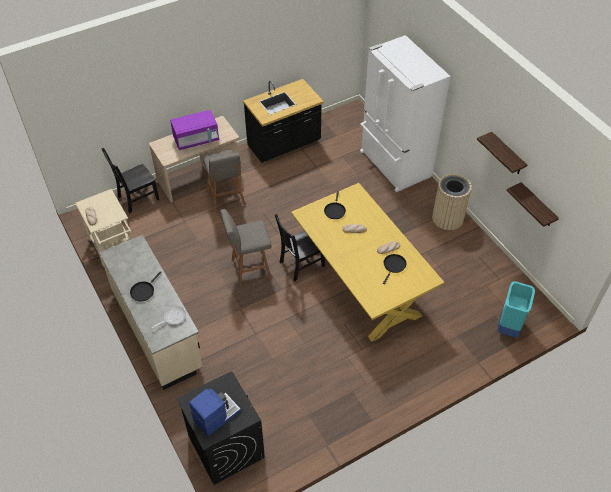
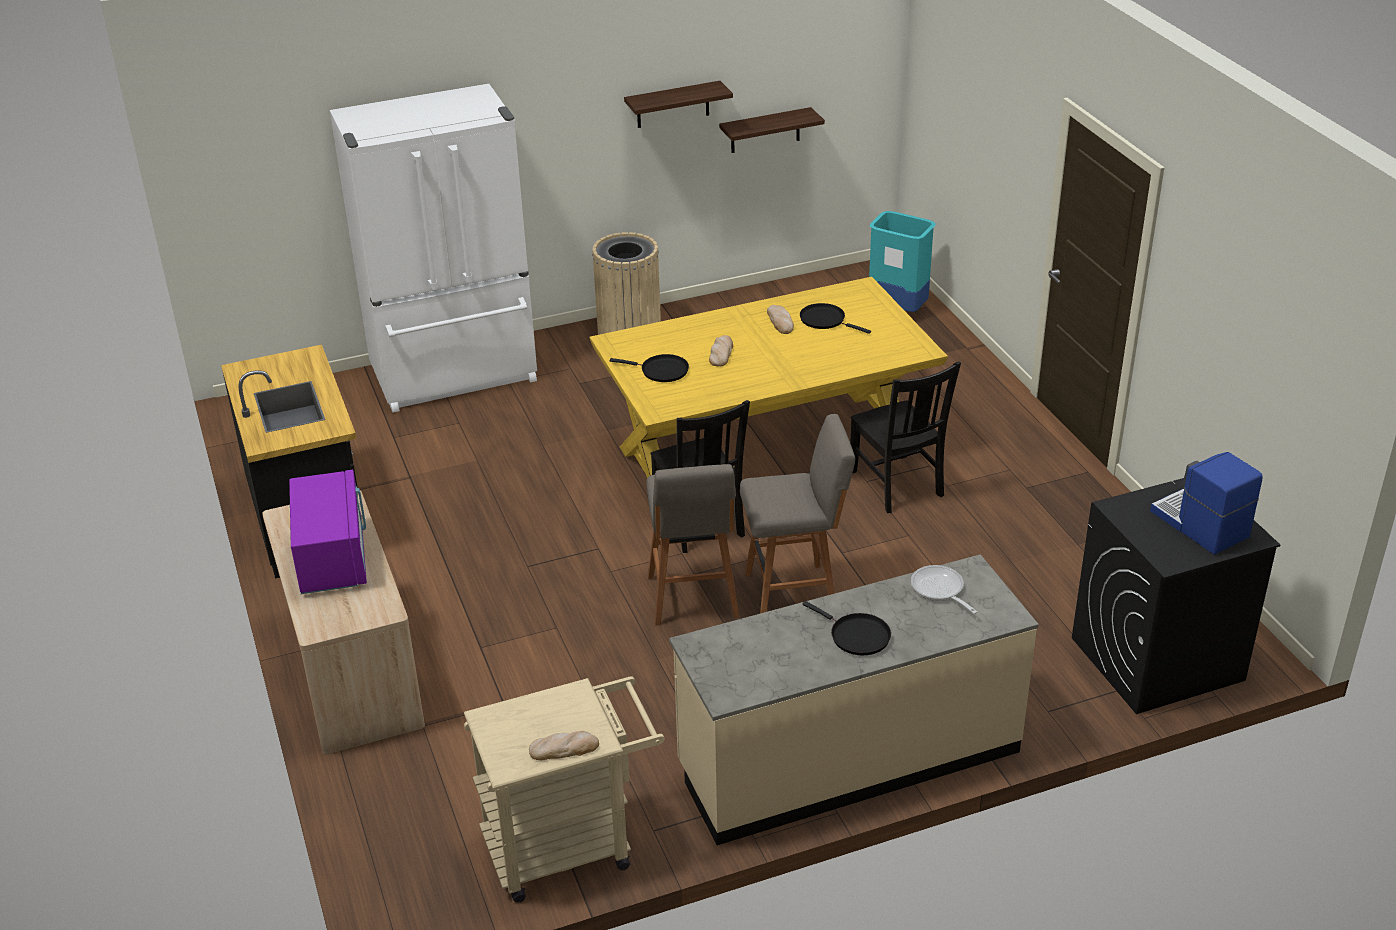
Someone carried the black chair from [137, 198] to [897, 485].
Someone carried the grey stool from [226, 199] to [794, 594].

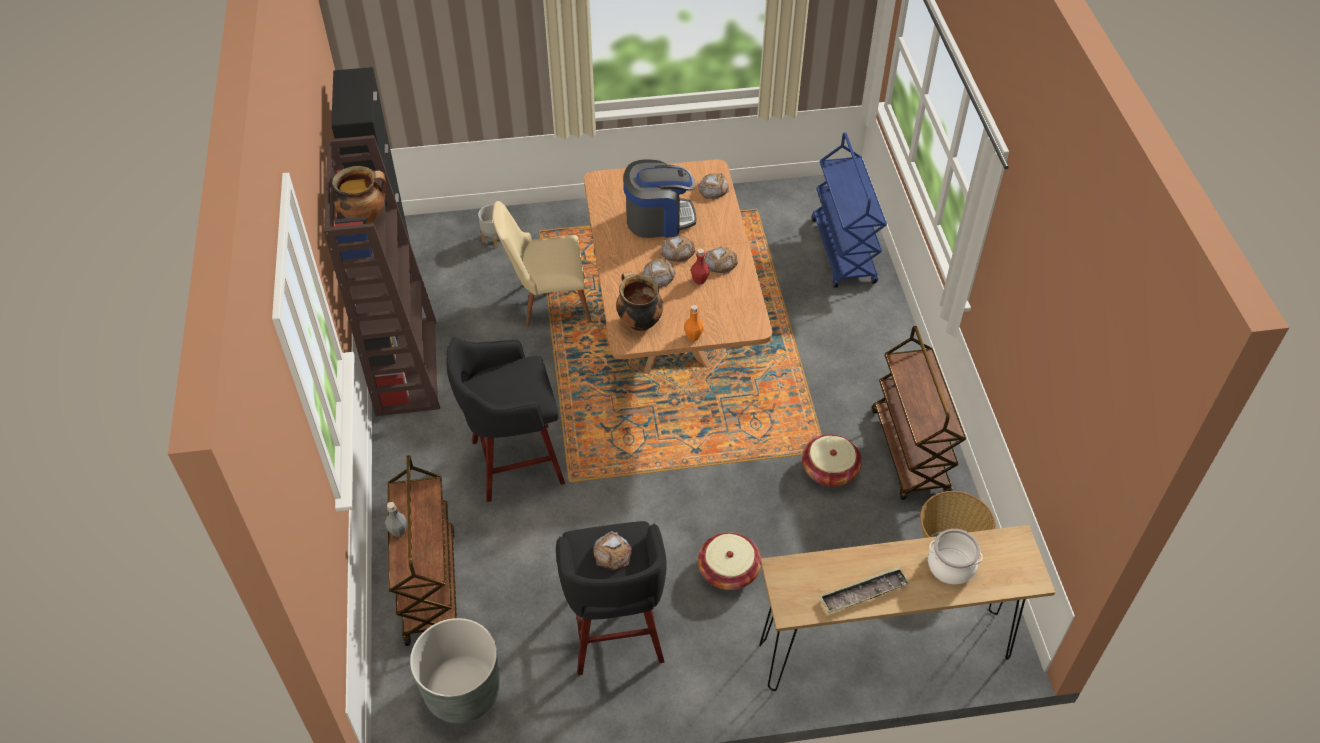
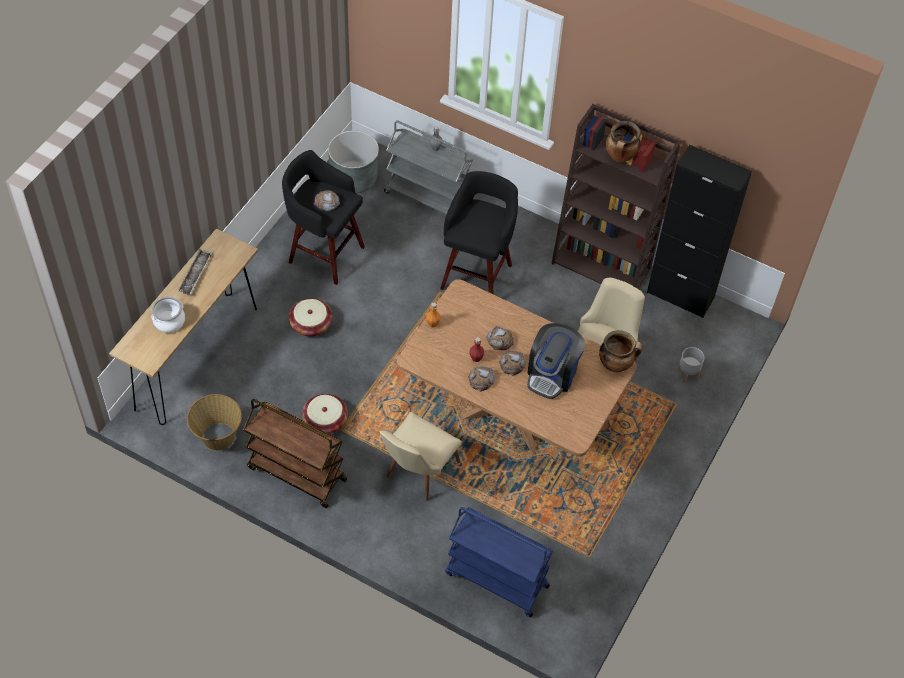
Someone repainted the brown cart at [429, 586], which became the grey cart at [428, 197].
Someone carried the cooking pot from [639, 322] to [616, 364].
Someone took away the bread at [713, 189].
Someone put down the beige chair at [417, 473].

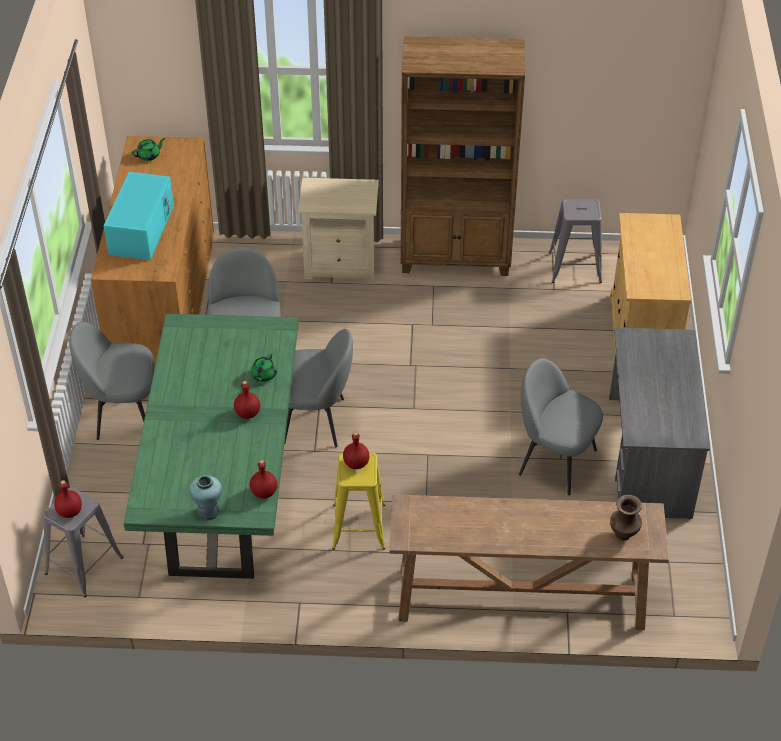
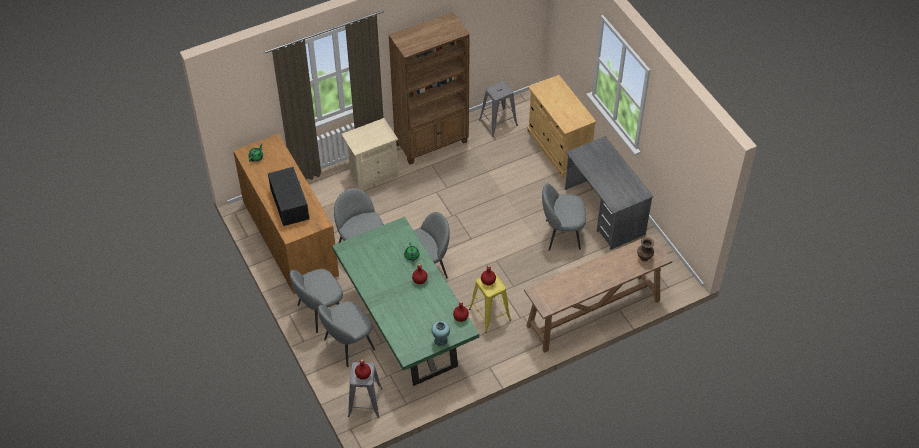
Someone repainted the turquoise microwave at [141, 229], which became the black microwave at [289, 203].
Someone put down the grey chair at [348, 345].

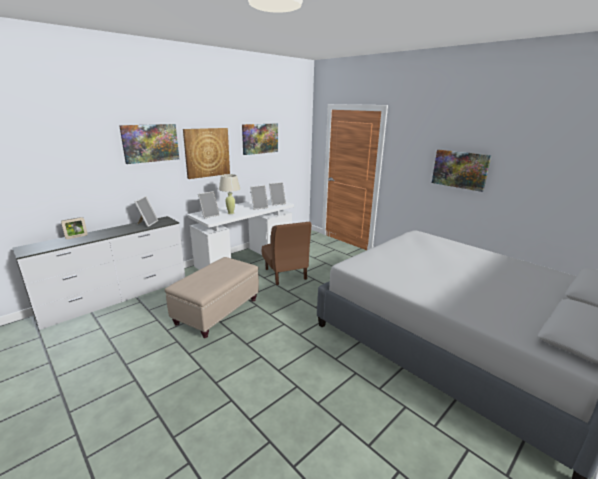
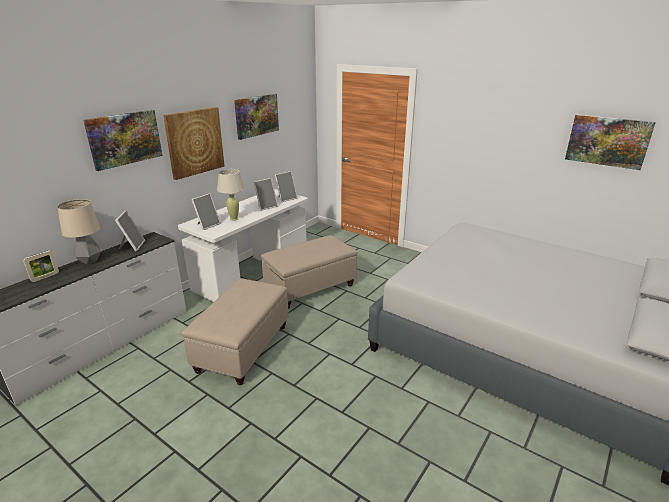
Someone swapped the brown chair at [285, 274] for the beige ottoman at [310, 288].
Someone carried the picture from [460, 169] to [607, 141].
Someone put down the table lamp at [89, 261].

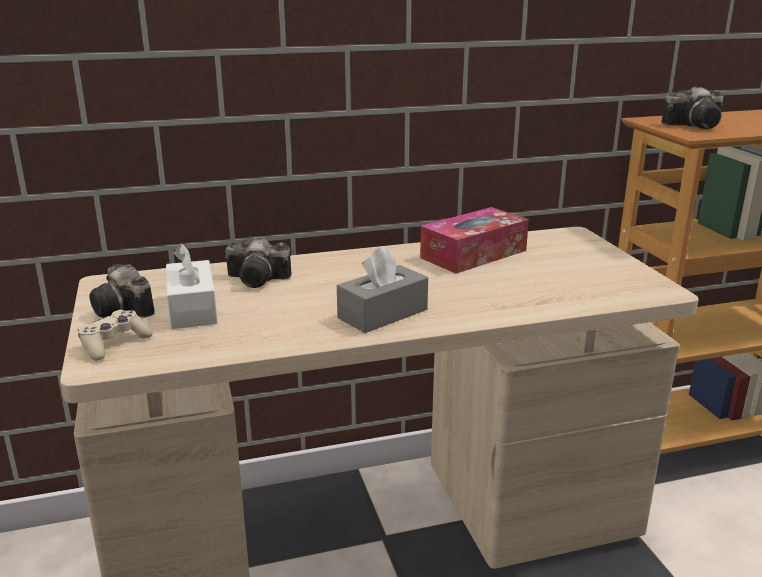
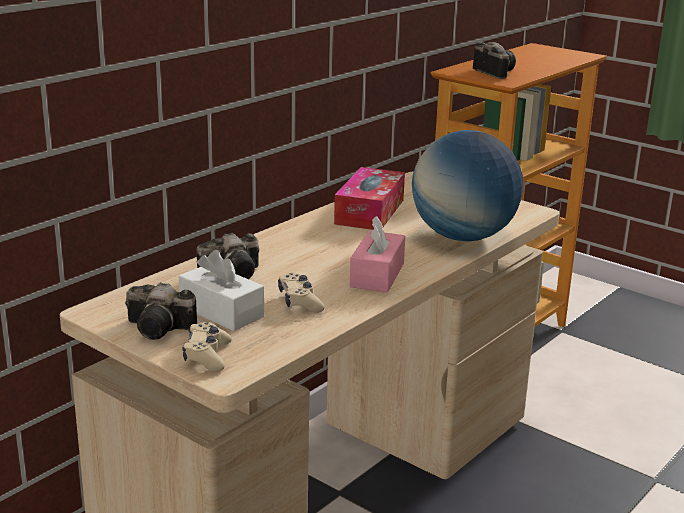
Someone repainted the grey tissue box at [383, 314], which became the pink tissue box at [377, 275].
Someone rotated the photo camera at [697, 125] by 75 degrees counterclockwise.
Someone put down the beige game controller at [300, 301].
Someone put down the globe at [463, 237].

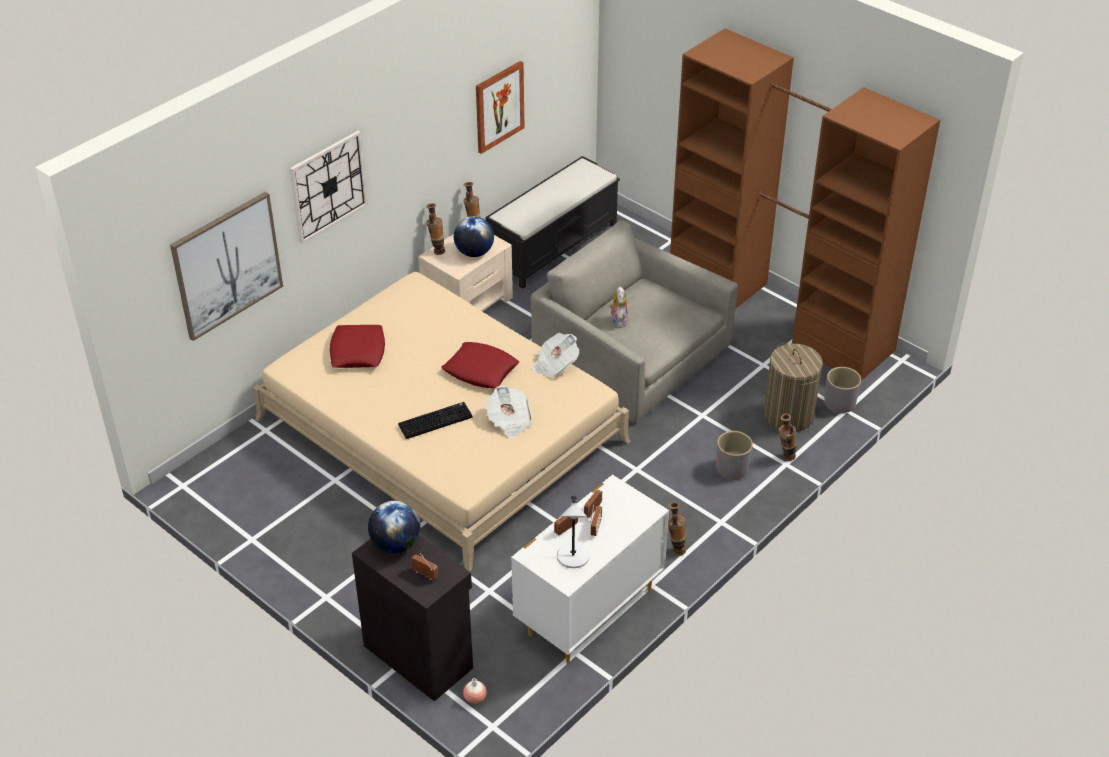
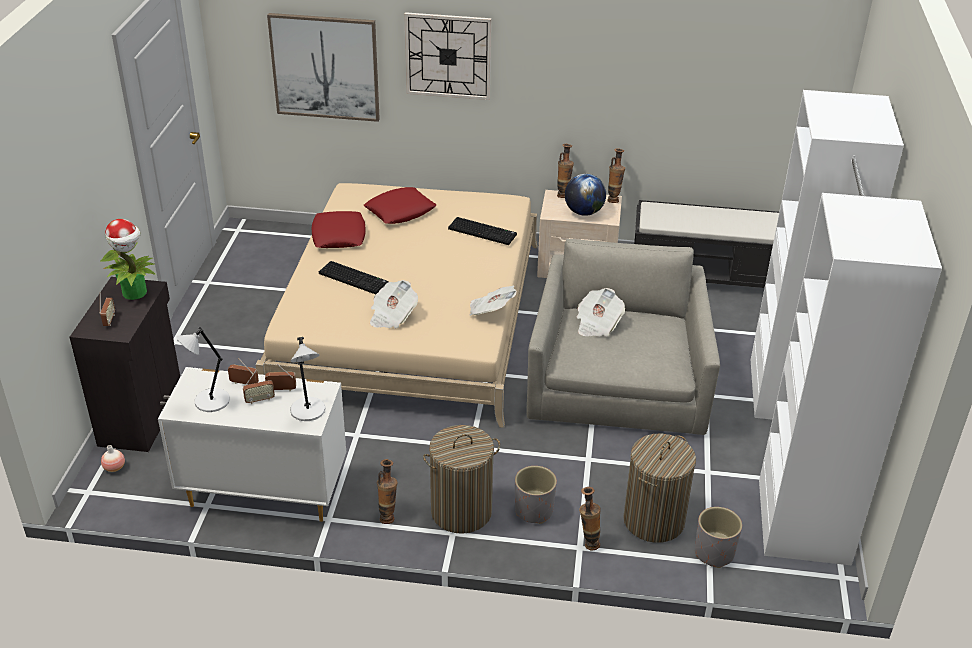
Someone swapped the globe at [396, 544] for the potted plant at [135, 293].
Someone carried the red pillow from [480, 370] to [338, 235].
Someone took away the picture at [499, 106].
Someone swapped the plush toy at [618, 320] for the newspaper at [597, 324].
Someone repainted the brown wardrobe at [779, 315], which became the white wardrobe at [796, 453].
Someone put down the grey table lamp at [308, 411].
Someone put down the laundry basket at [461, 512].
Someone put down the keyboard at [483, 231].

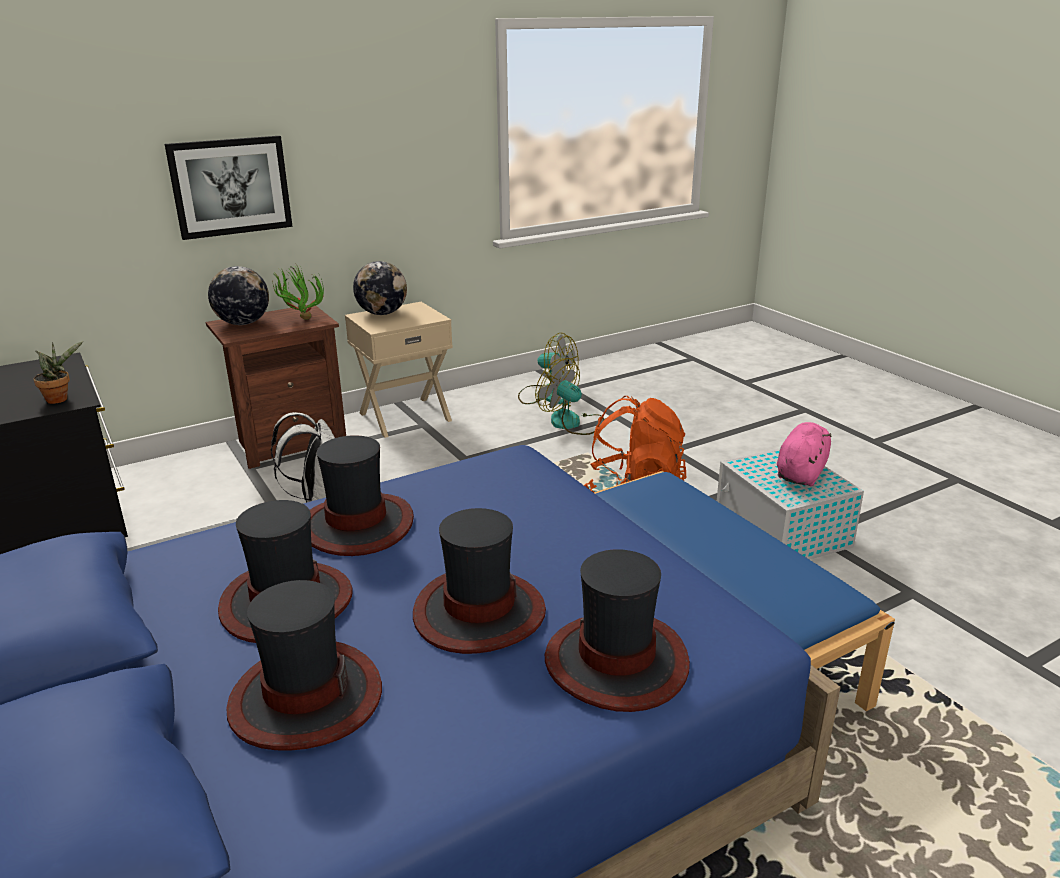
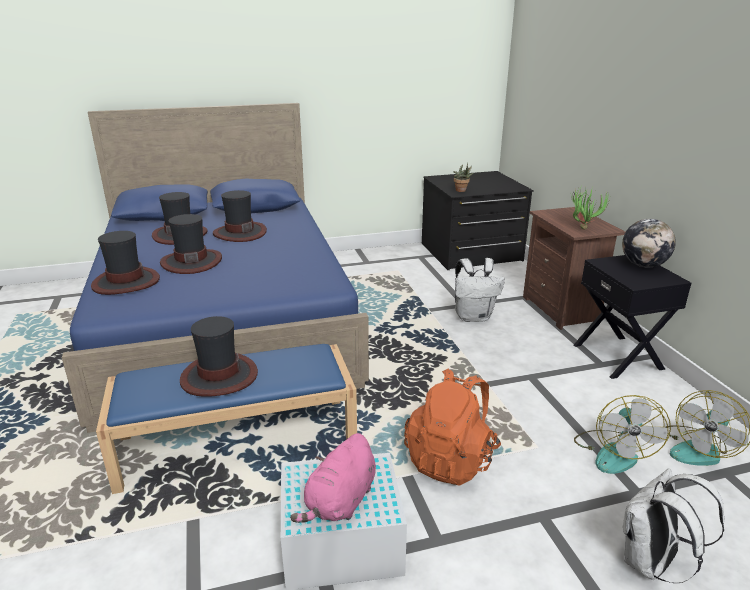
Someone took away the picture at [230, 186].
Someone took away the globe at [243, 323].
Someone carried the hat from [357, 525] to [219, 376].
Someone repainted the beige nightstand at [404, 416], which became the black nightstand at [618, 356].
Someone rotated the fan at [572, 423] by 135 degrees clockwise.
Someone rotated the pink plush toy at [801, 473] by 75 degrees clockwise.
Someone put down the white backpack at [651, 563].

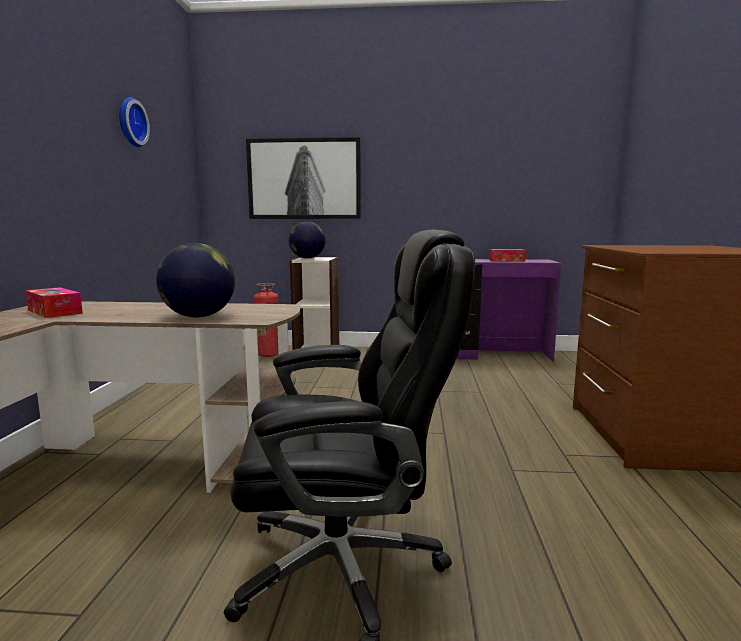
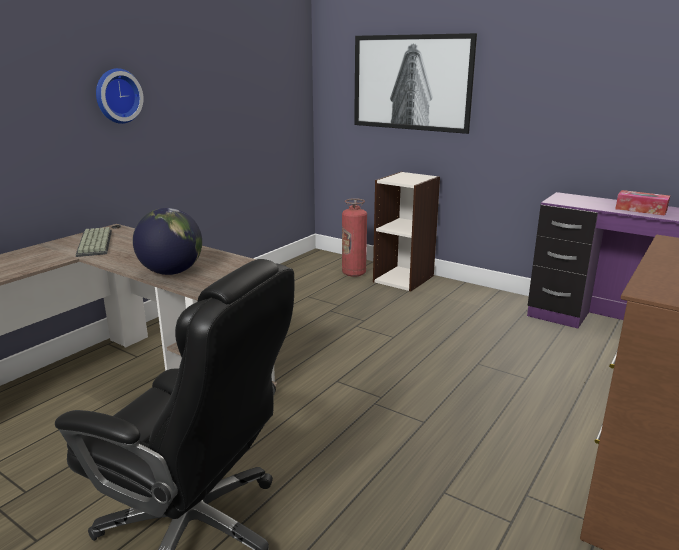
Someone swapped the tissue box at [54, 311] for the keyboard at [96, 243].
Someone carried the wall clock from [130, 122] to [117, 96].
Someone took away the globe at [307, 258].

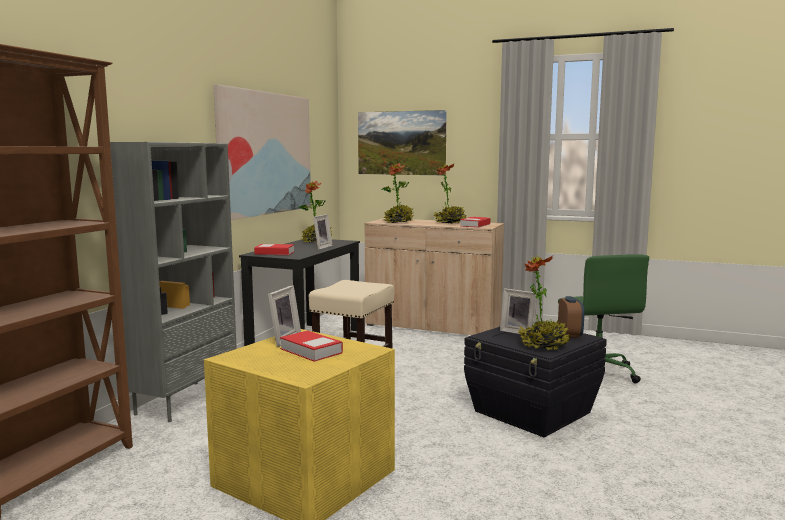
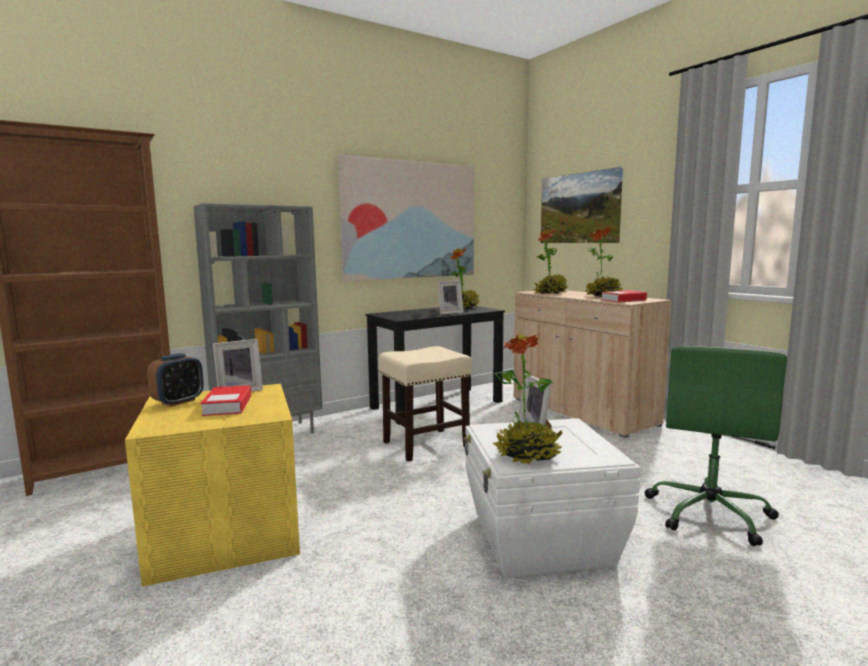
Someone took away the book at [274, 253].
Someone repainted the black storage box at [532, 412], which became the white storage box at [540, 540].
Someone carried the alarm clock from [570, 334] to [178, 401].

